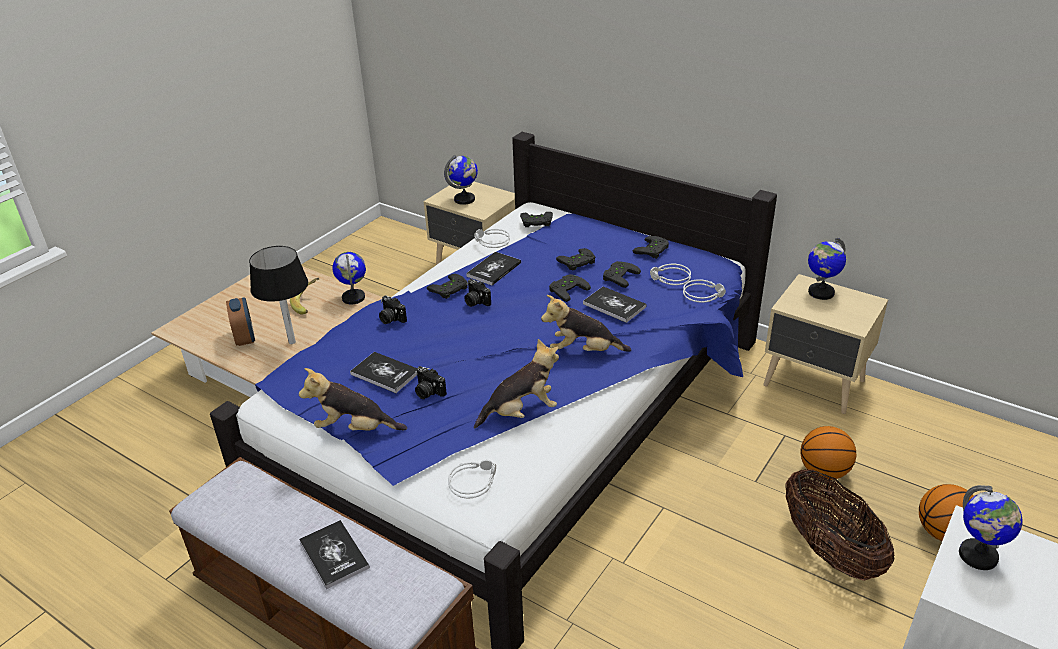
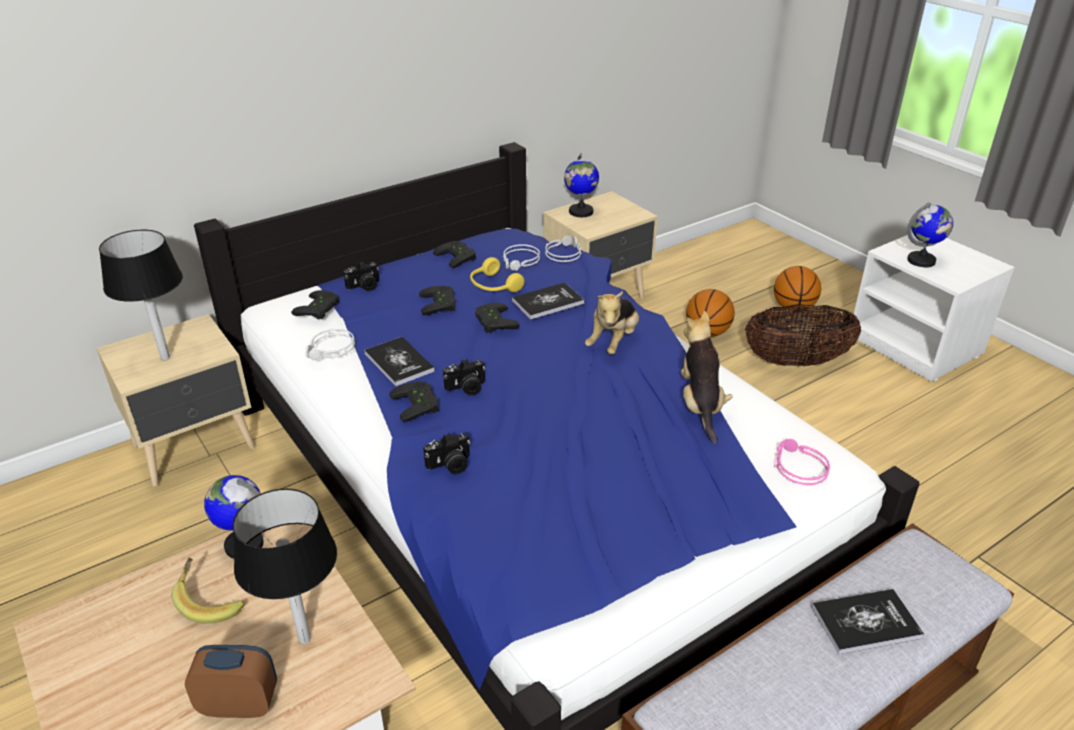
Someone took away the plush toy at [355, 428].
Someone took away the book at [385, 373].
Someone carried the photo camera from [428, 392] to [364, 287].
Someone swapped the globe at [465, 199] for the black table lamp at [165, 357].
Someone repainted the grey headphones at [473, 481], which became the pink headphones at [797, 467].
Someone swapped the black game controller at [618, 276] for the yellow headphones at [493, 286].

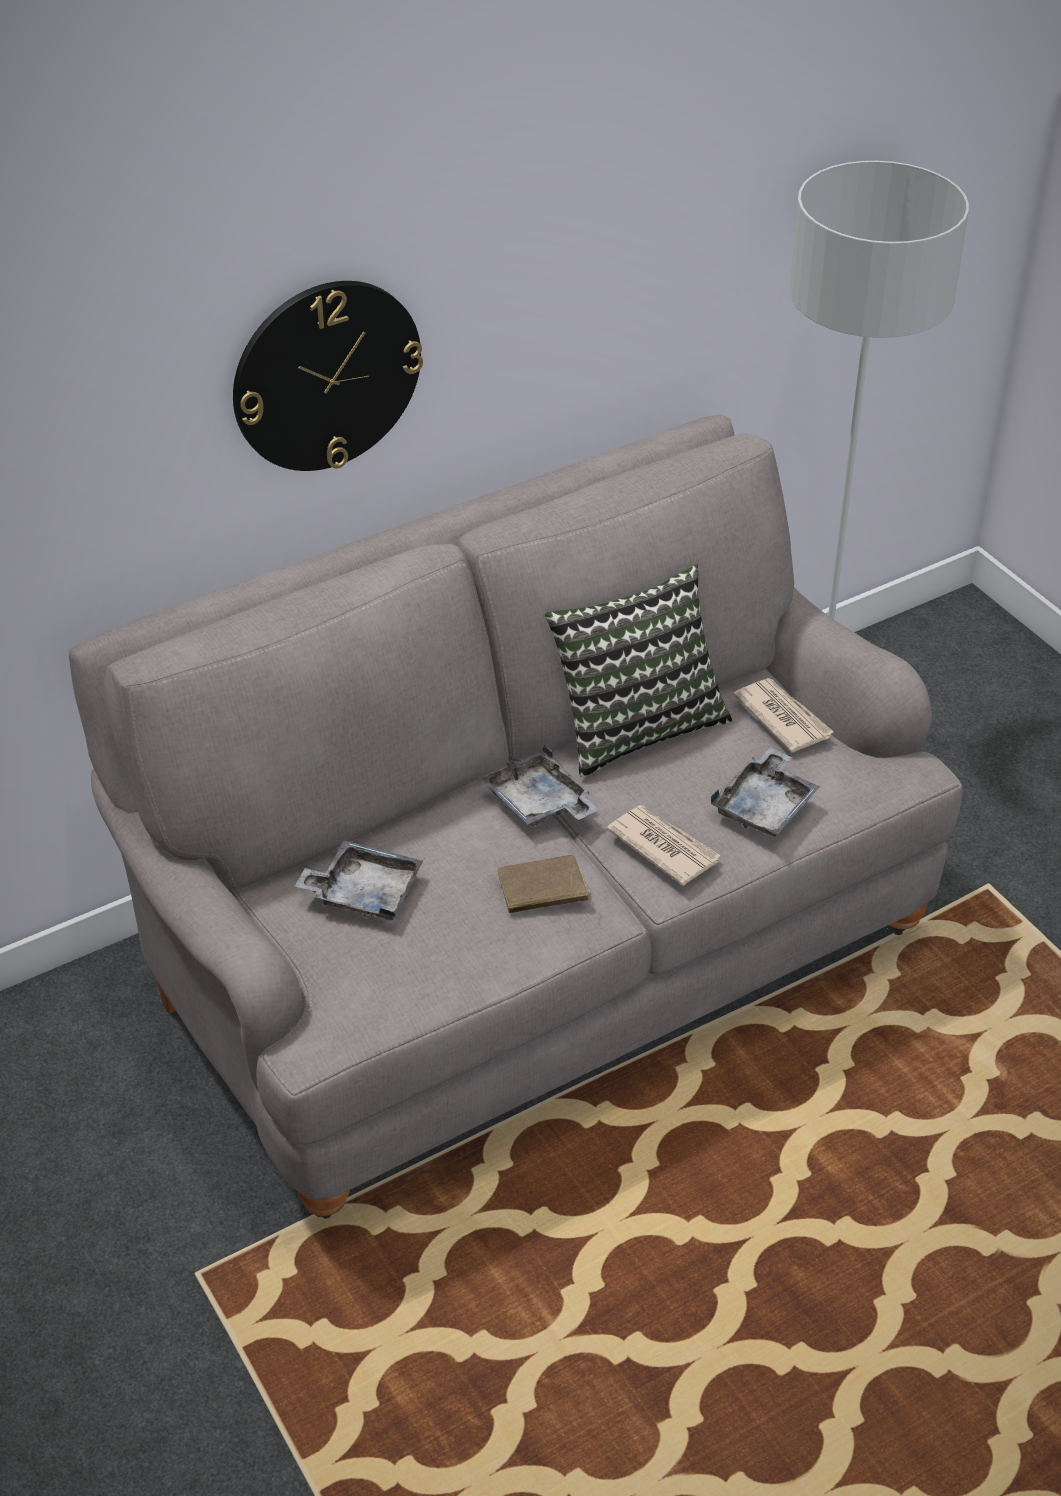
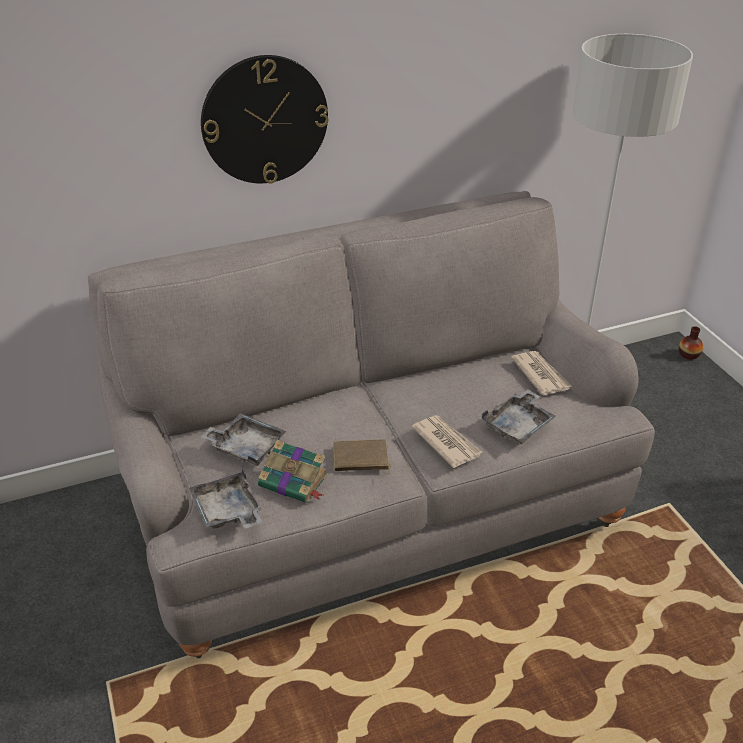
Someone carried the grey tray from [539, 803] to [228, 511].
Someone took away the pillow at [635, 725].
Someone put down the book at [294, 481].
Someone put down the vase at [688, 355].

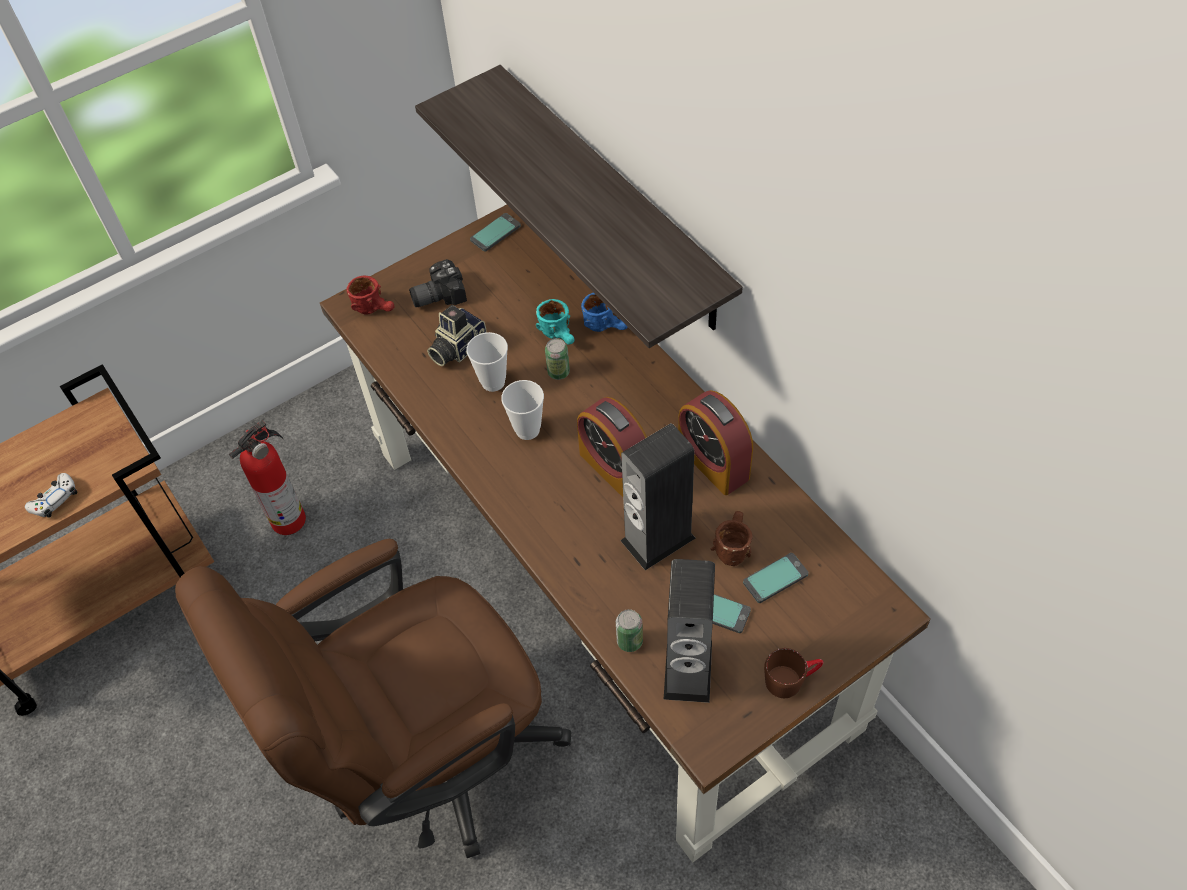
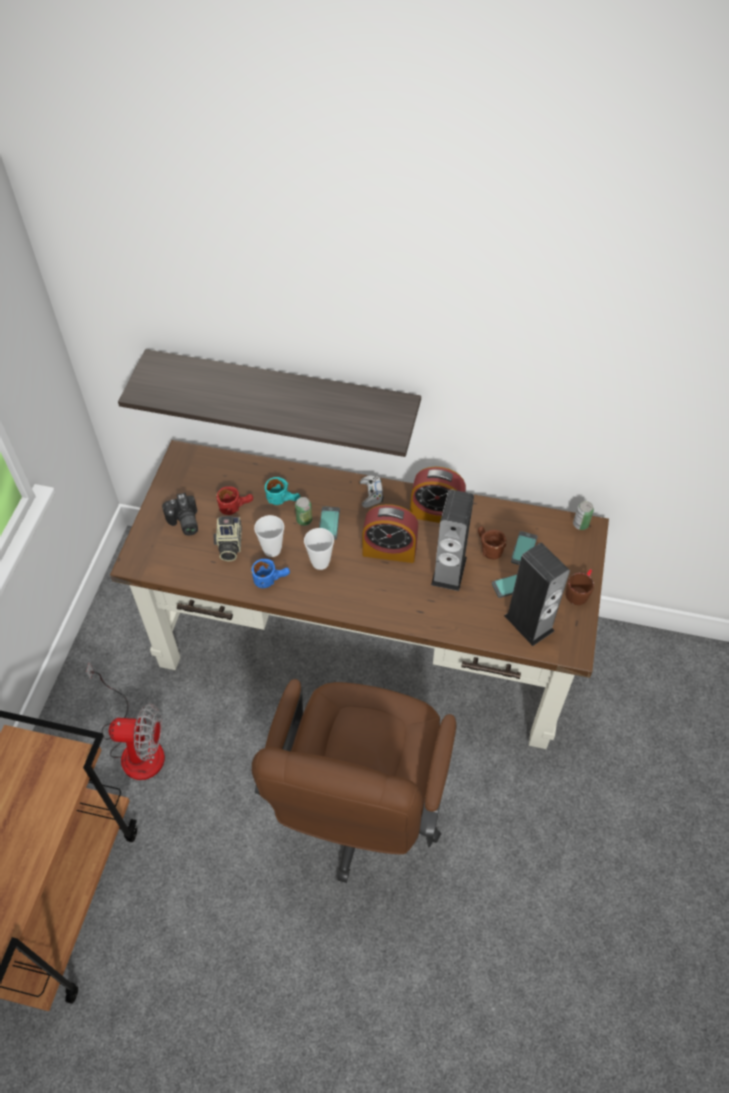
Someone carried the white game controller from [54, 499] to [371, 494].
Someone swapped the fire extinguisher at [290, 518] for the fan at [135, 746].
Someone carried the red mug from [376, 308] to [236, 506].
Someone rotated the photo camera at [437, 295] by 45 degrees counterclockwise.
Someone carried the phone from [495, 233] to [329, 523].
Someone carried the blue mug from [607, 325] to [271, 579].
Someone carried the can from [629, 641] to [580, 524].

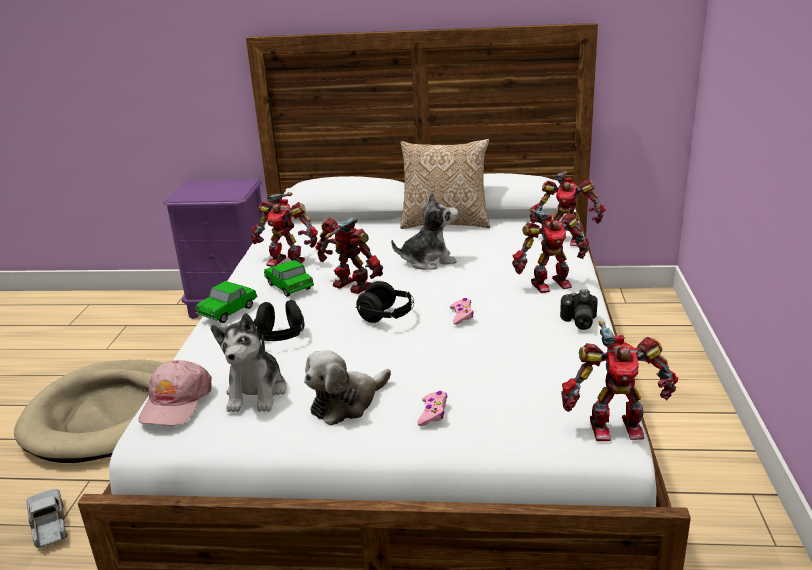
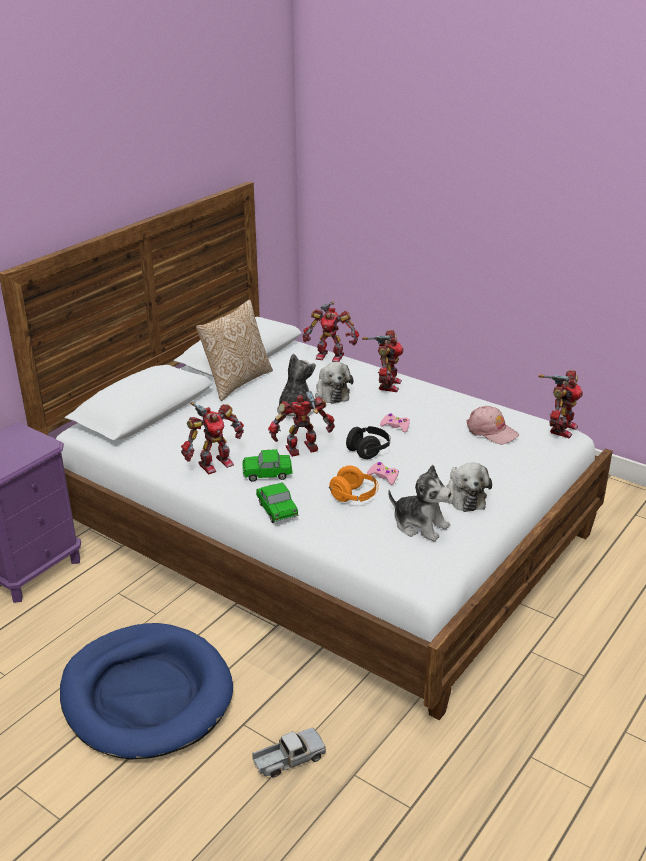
Someone repainted the beige dog bed at [108, 415], which became the blue dog bed at [147, 695].
Someone rotated the toy truck at [49, 526] by 150 degrees clockwise.
Someone carried the pink cap from [175, 402] to [491, 431].
Someone repainted the black headphones at [280, 337], which became the orange headphones at [354, 497].
Someone carried the pink game controller from [433, 413] to [383, 476].
Someone rotated the toy robot at [565, 239] by 60 degrees clockwise.
Someone took away the photo camera at [578, 321].
Someone put down the plush toy at [331, 393].

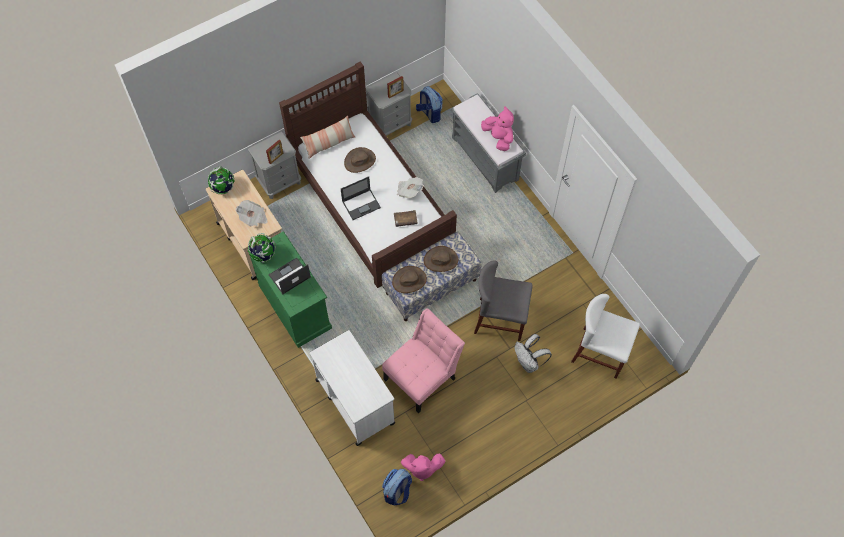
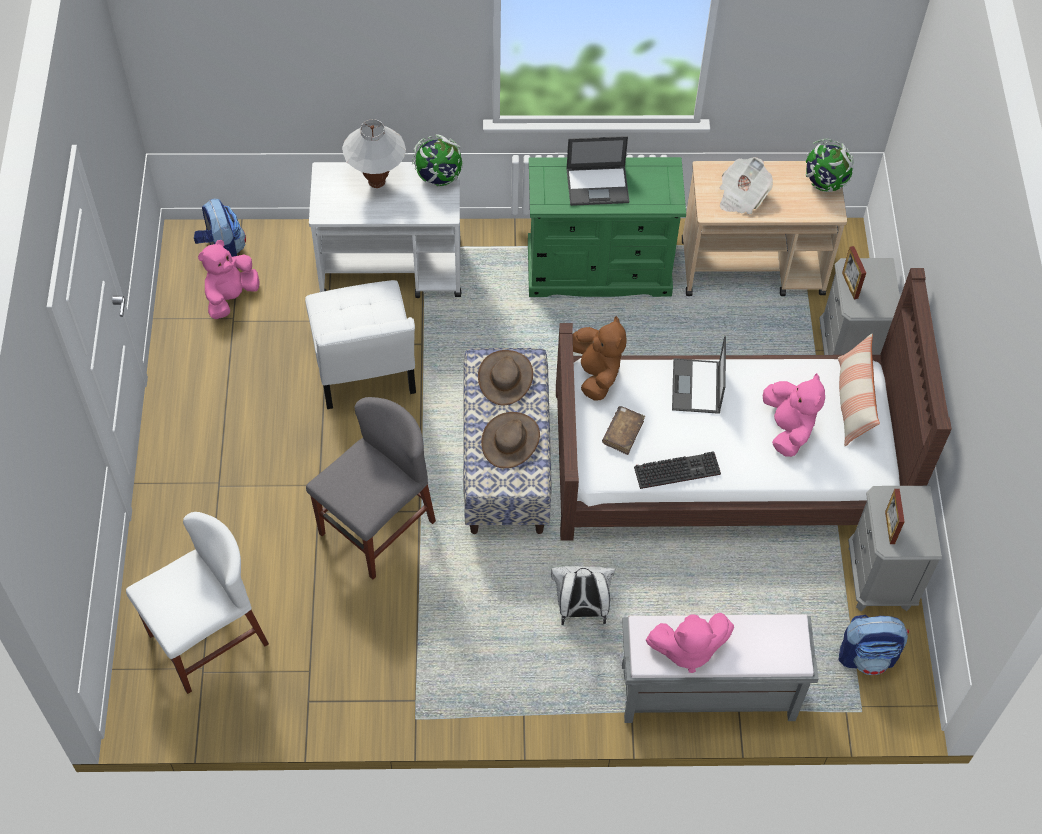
Someone carried the globe from [263, 255] to [438, 177].
Someone rotated the laptop at [289, 276] by 90 degrees clockwise.
Someone swapped the brown hat at [360, 161] for the pink plush toy at [788, 428].
Someone repainted the pink chair at [422, 376], which became the white chair at [364, 370].
Someone swapped the newspaper at [409, 191] for the keyboard at [678, 469].
Someone carried the white backpack from [529, 363] to [581, 610].
Someone put down the white table lamp at [376, 182].
Someone put down the brown plush toy at [596, 373].

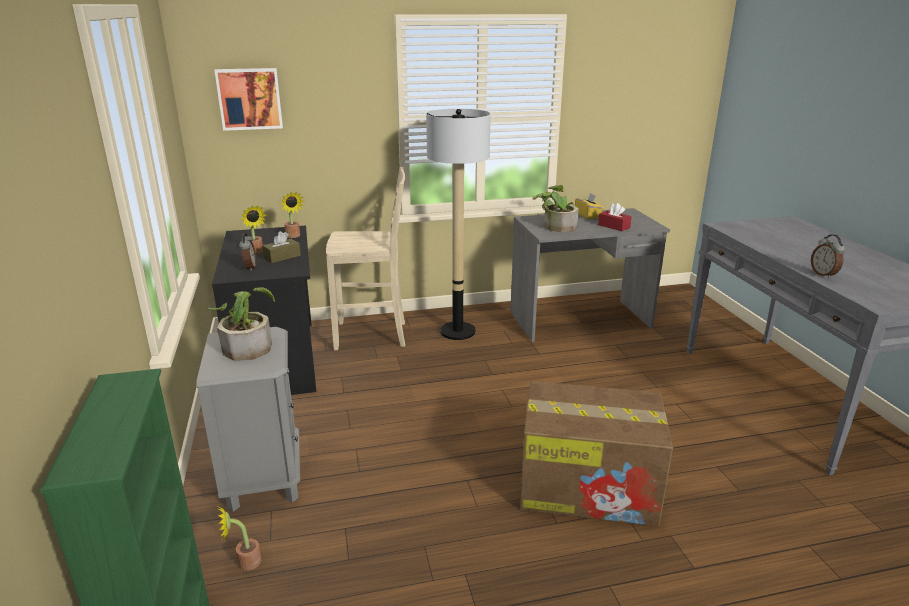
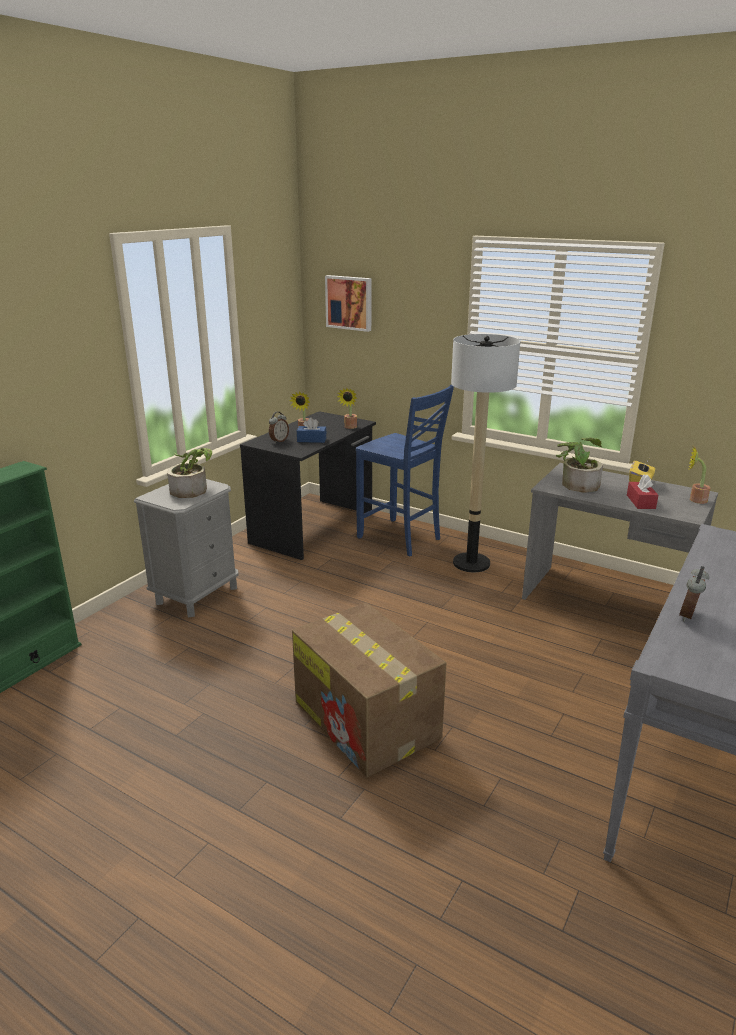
Someone carried the potted plant from [244, 563] to [694, 499].
Someone repainted the brown tissue box at [282, 257], which became the blue tissue box at [311, 440].
Someone repainted the beige chair at [372, 336], which became the blue chair at [400, 538].

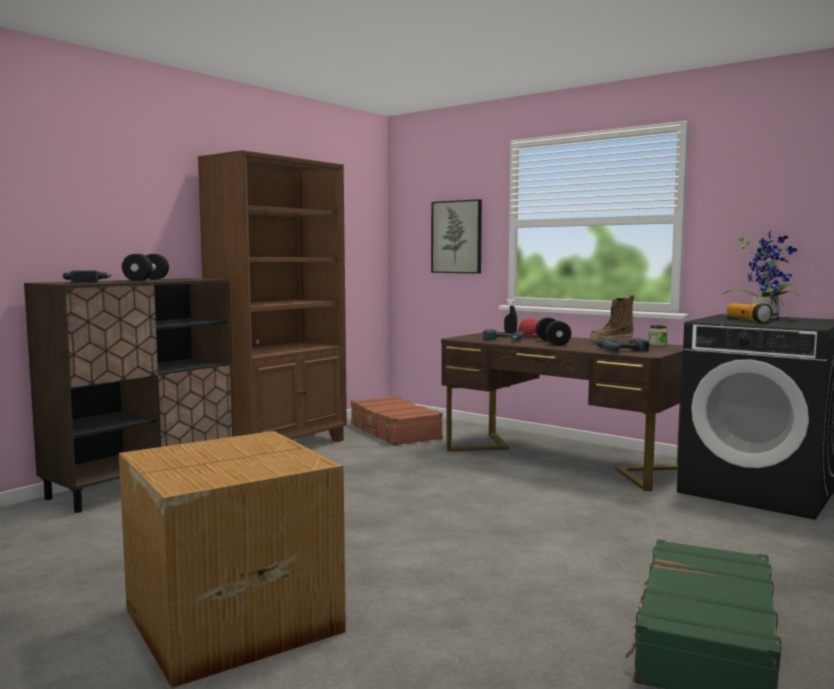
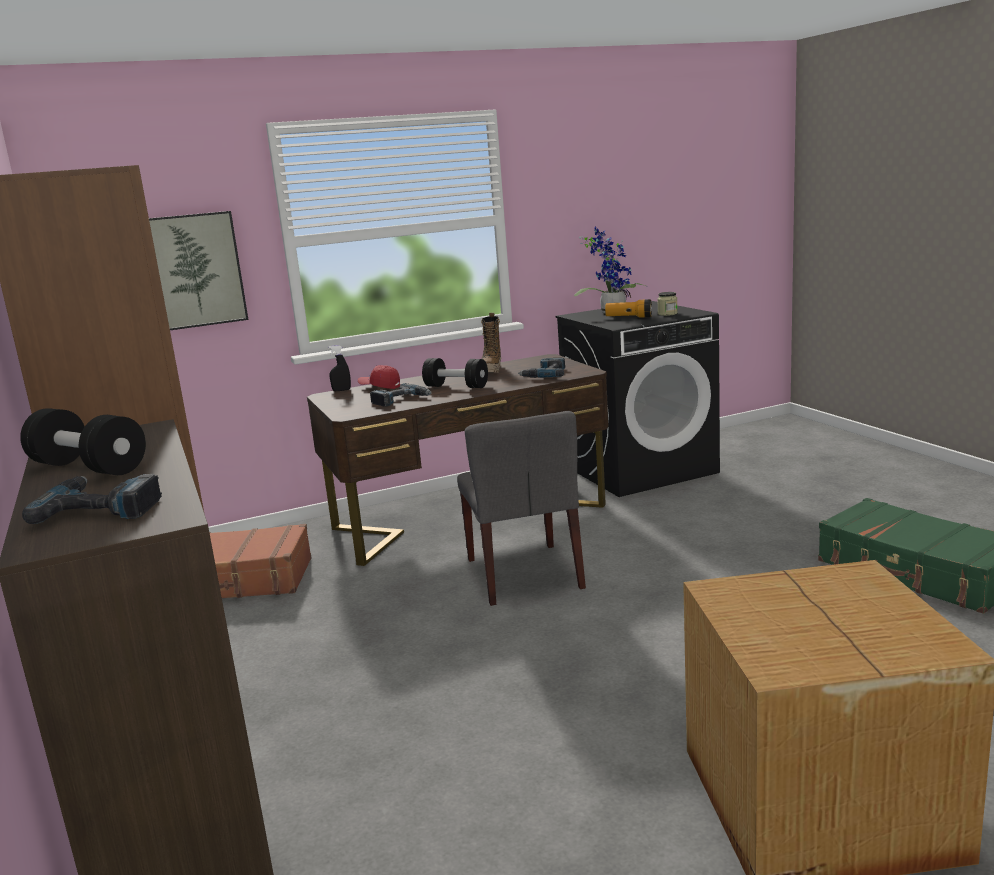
Someone carried the jar from [657, 344] to [667, 314].
Someone put down the grey chair at [524, 573].

